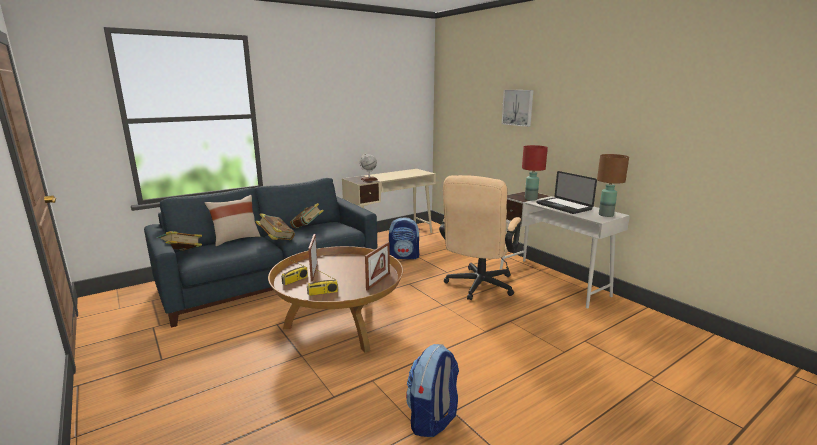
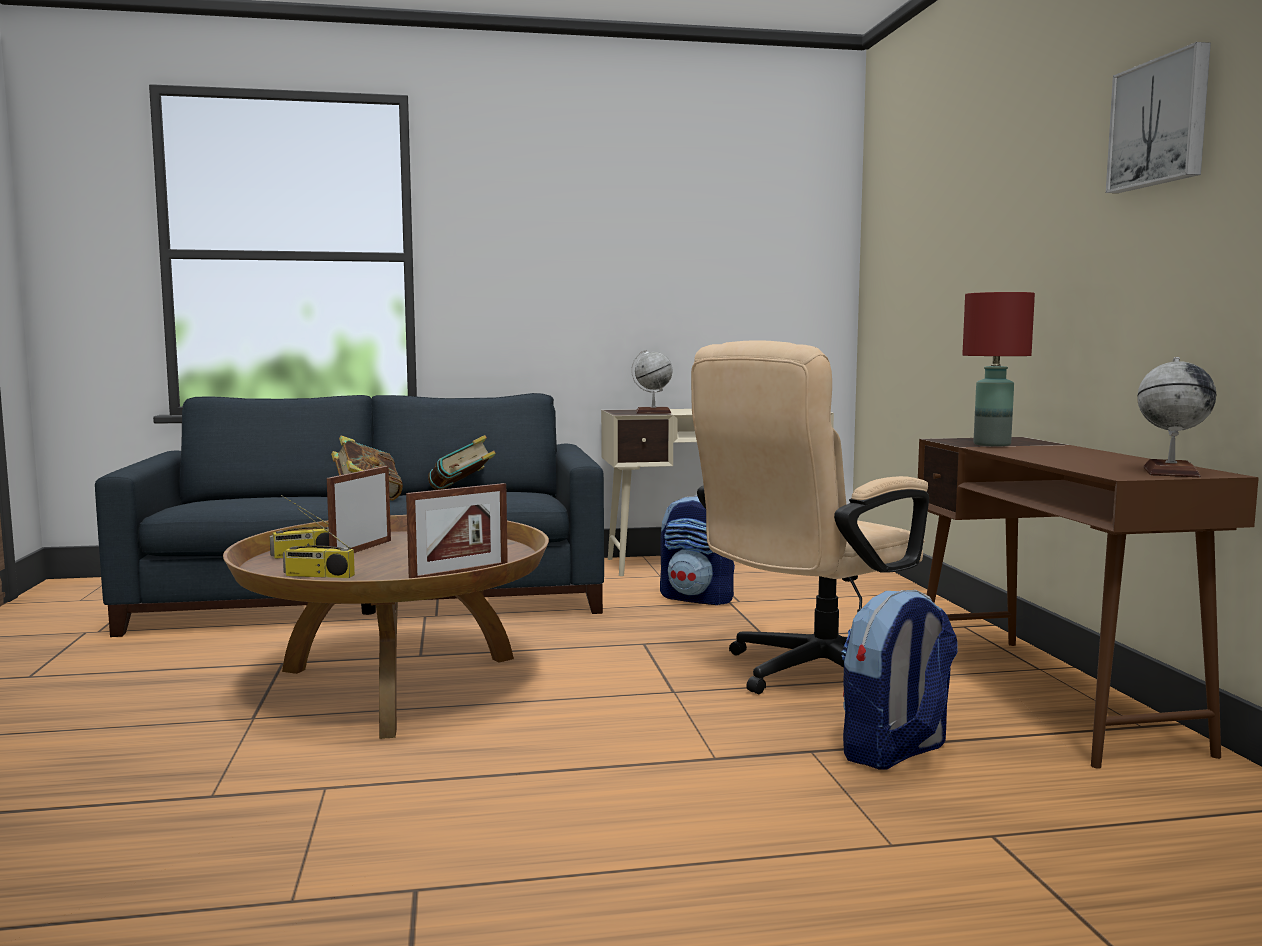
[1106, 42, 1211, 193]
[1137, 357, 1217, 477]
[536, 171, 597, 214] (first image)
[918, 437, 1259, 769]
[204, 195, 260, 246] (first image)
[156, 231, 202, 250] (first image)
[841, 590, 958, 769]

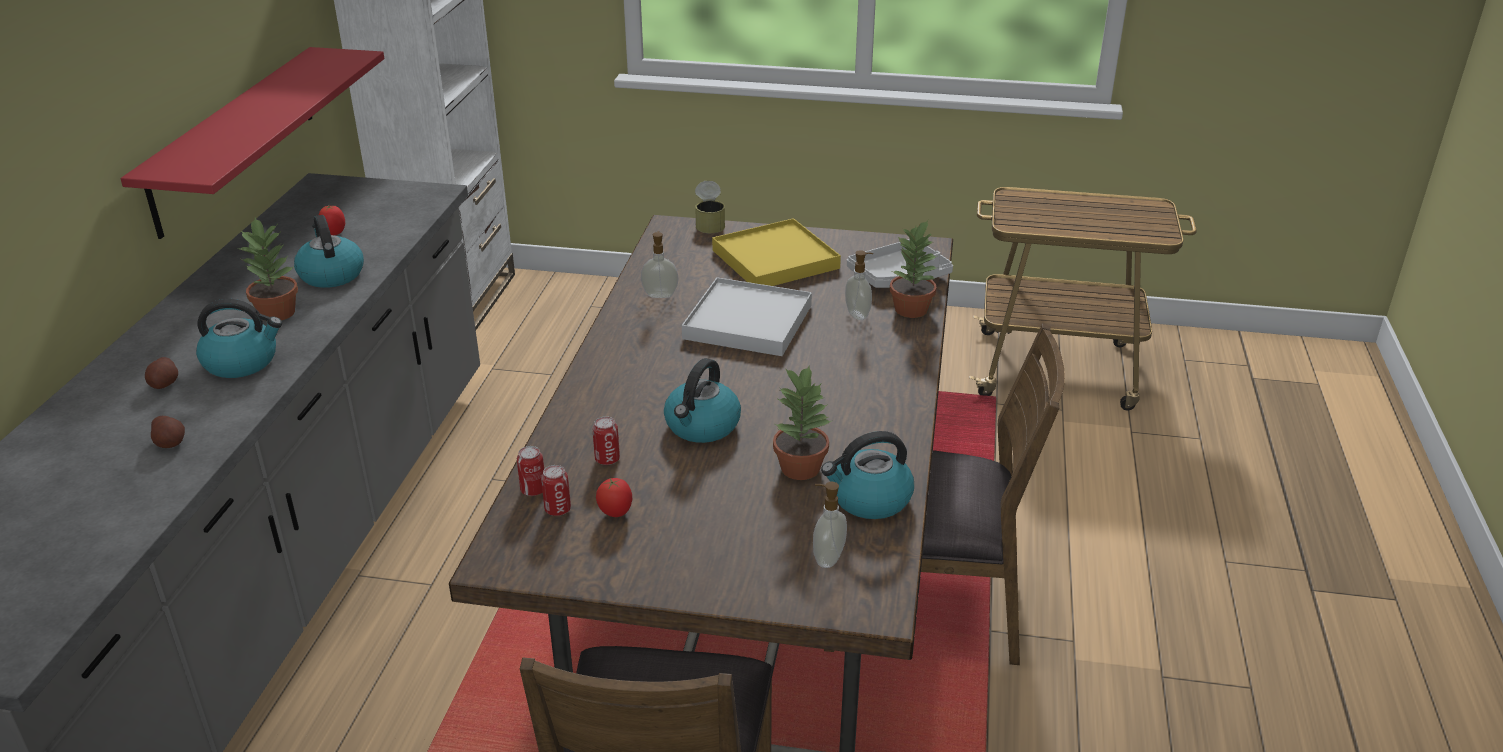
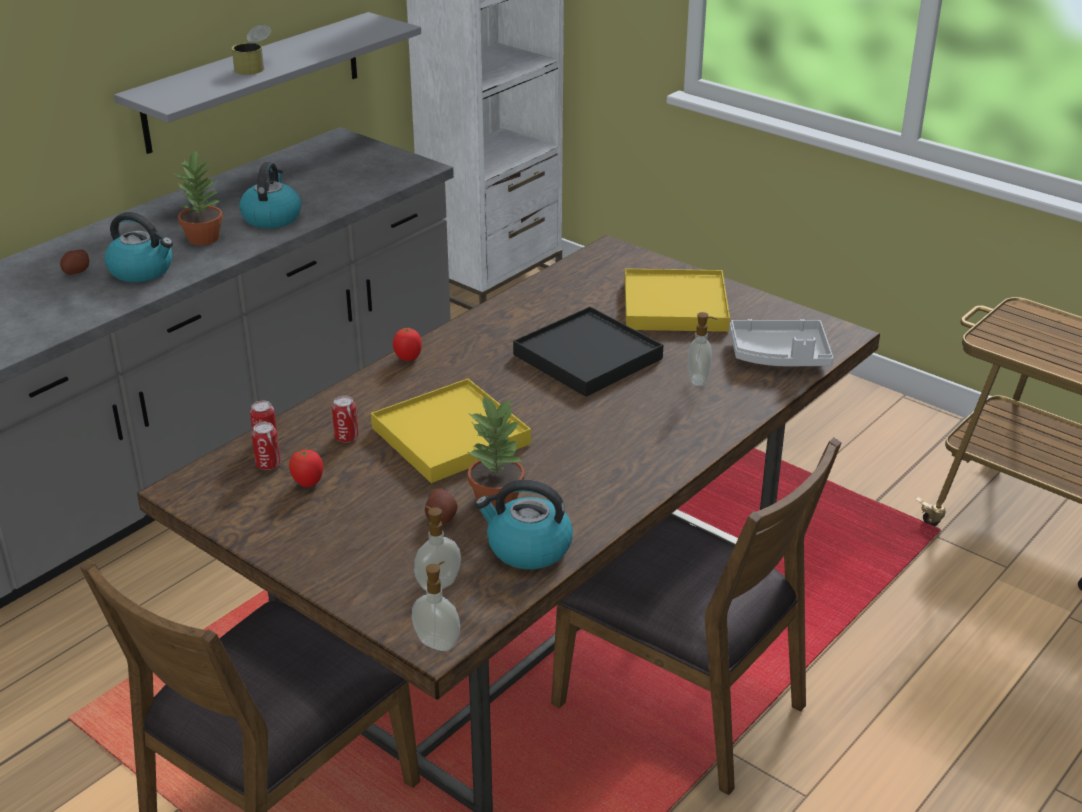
[114, 12, 421, 154]
[231, 24, 271, 75]
[393, 327, 422, 361]
[890, 220, 937, 318] (first image)
[412, 561, 460, 651]
[513, 307, 663, 397]
[371, 378, 531, 483]
[425, 488, 458, 524]

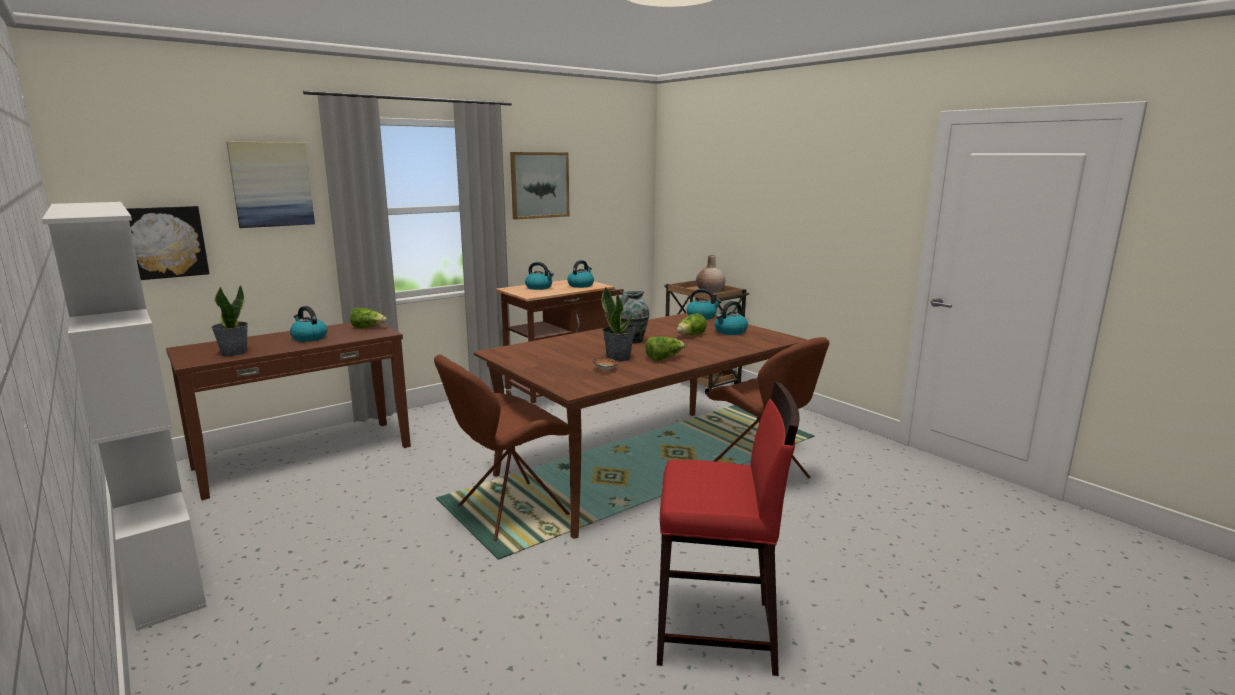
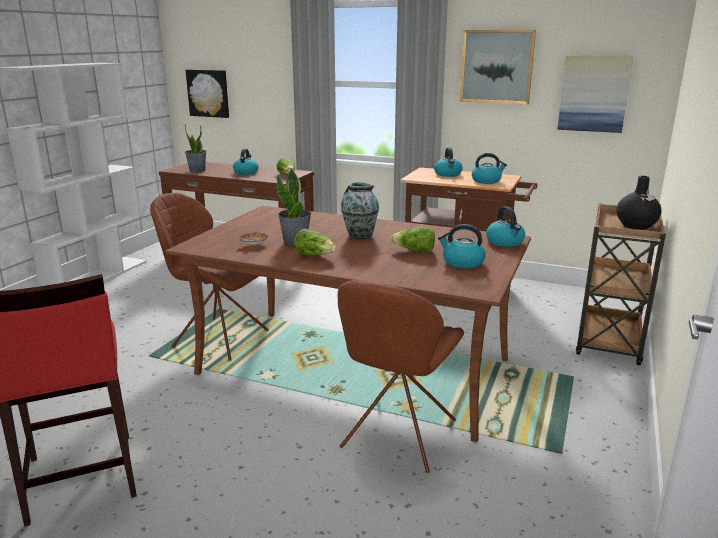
[557, 55, 634, 133]
[616, 176, 662, 230]

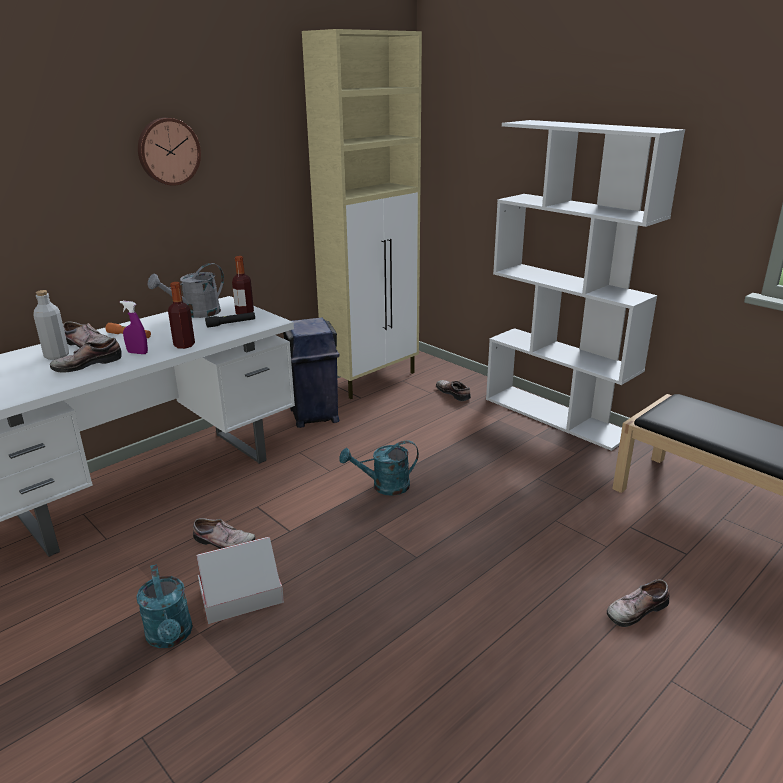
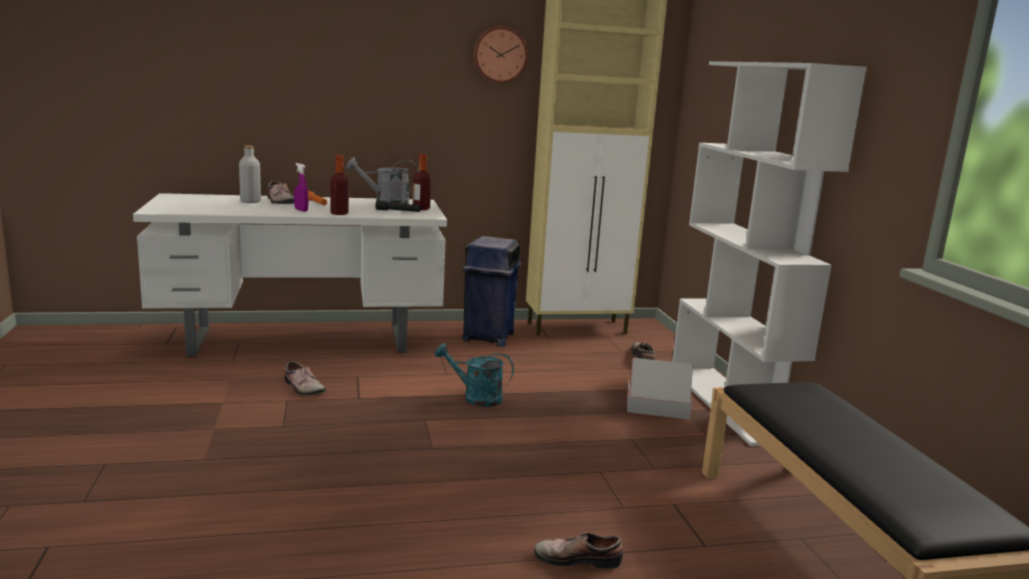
[474, 27, 528, 83]
[50, 338, 122, 373] (first image)
[627, 357, 693, 420]
[136, 564, 193, 648] (first image)

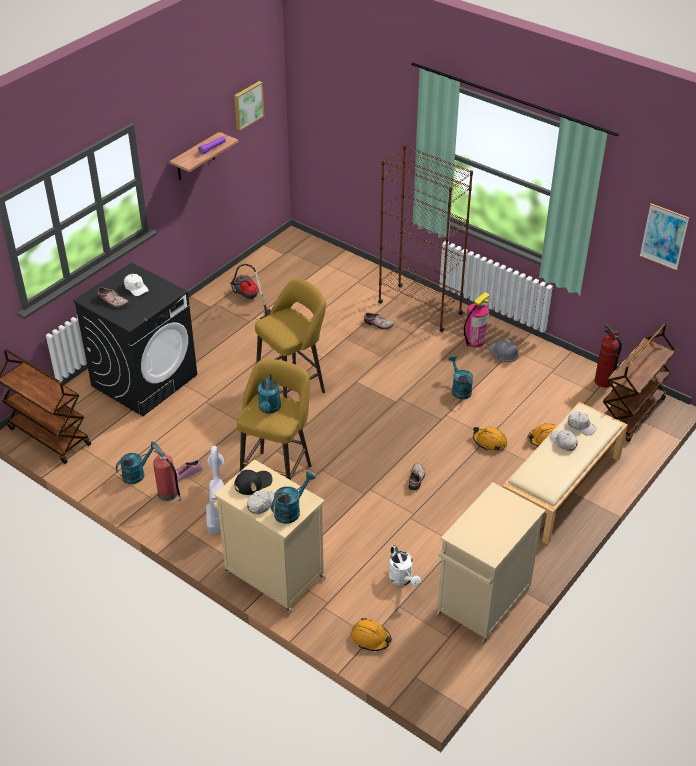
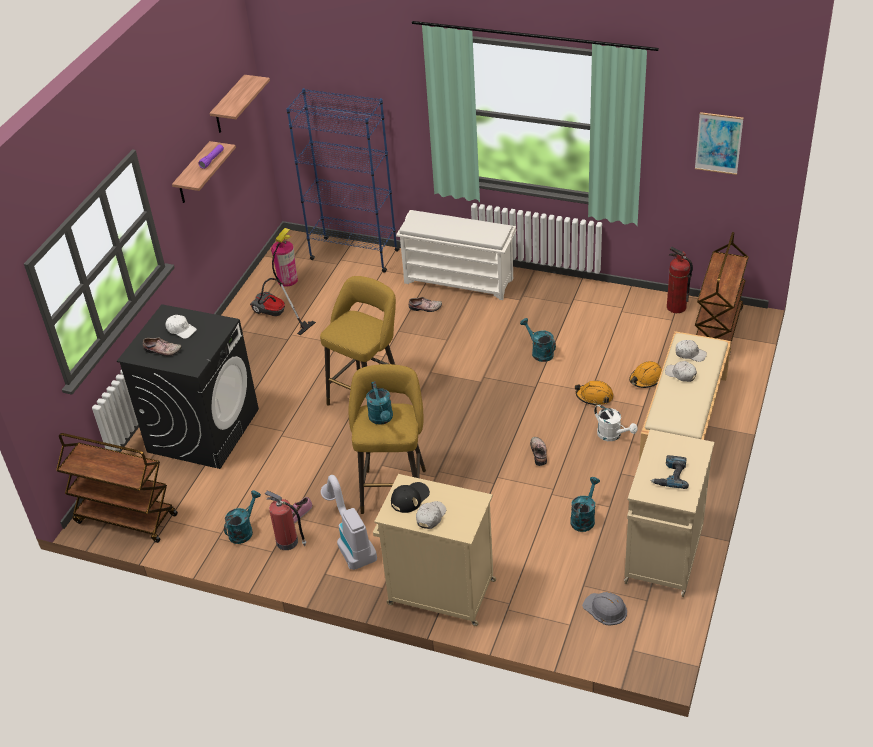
[210, 75, 270, 133]
[396, 210, 516, 300]
[271, 228, 298, 287]
[582, 592, 627, 625]
[570, 477, 600, 532]
[594, 404, 638, 441]
[351, 618, 392, 651] (first image)
[286, 88, 400, 273]
[650, 455, 689, 489]

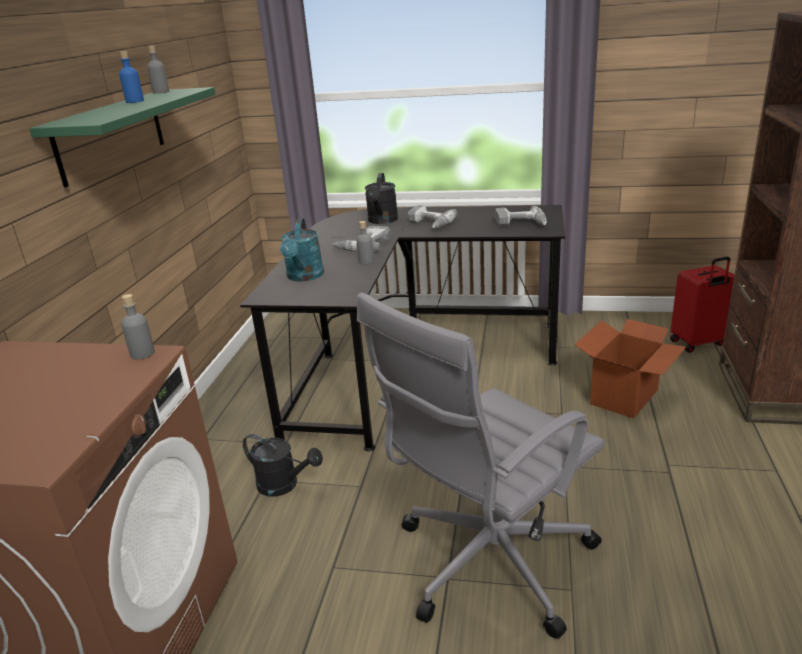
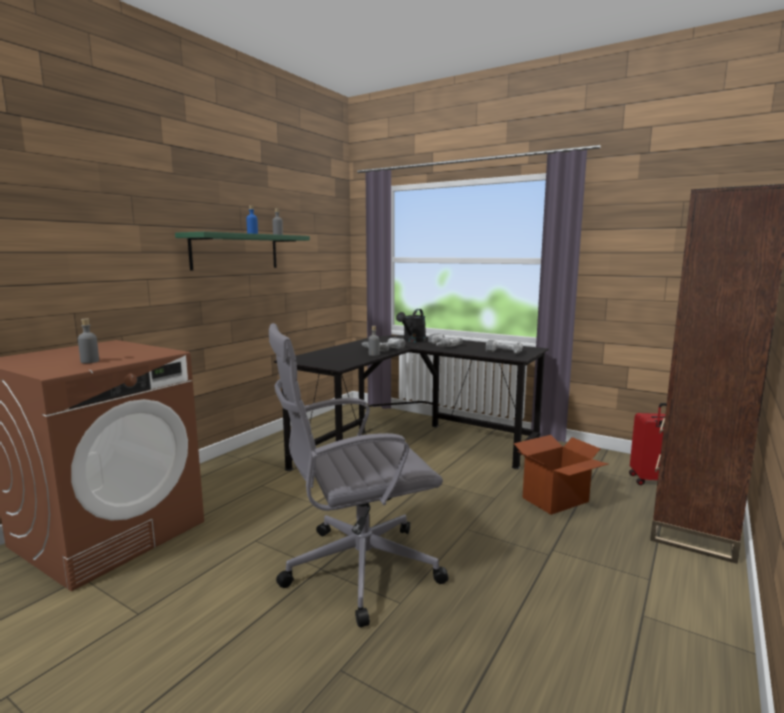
[280, 218, 324, 282] (first image)
[78, 319, 99, 363]
[243, 434, 323, 497] (first image)

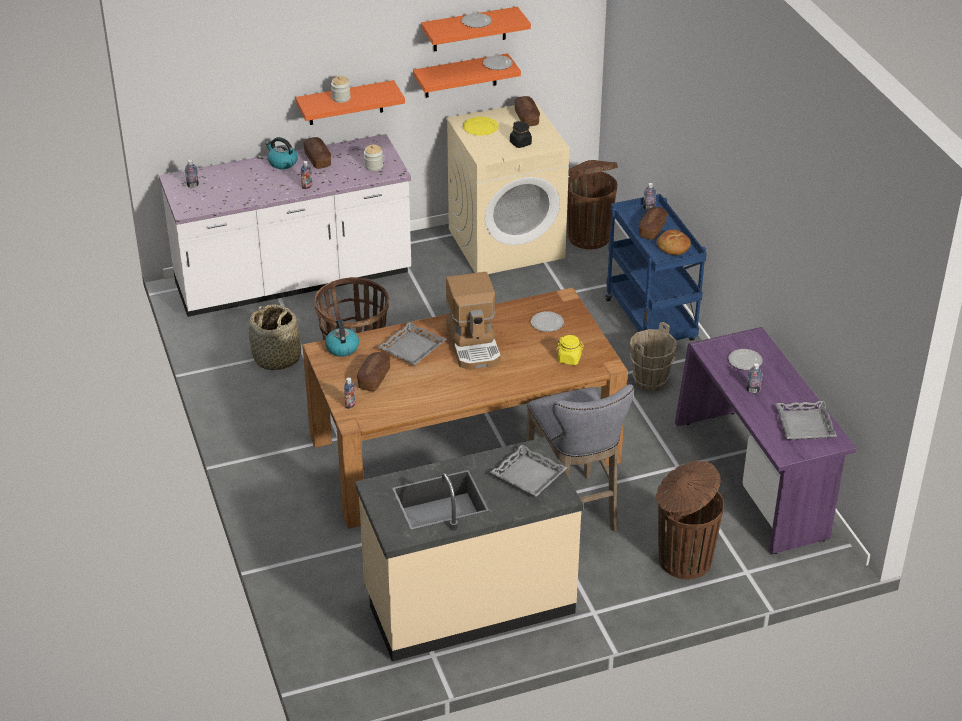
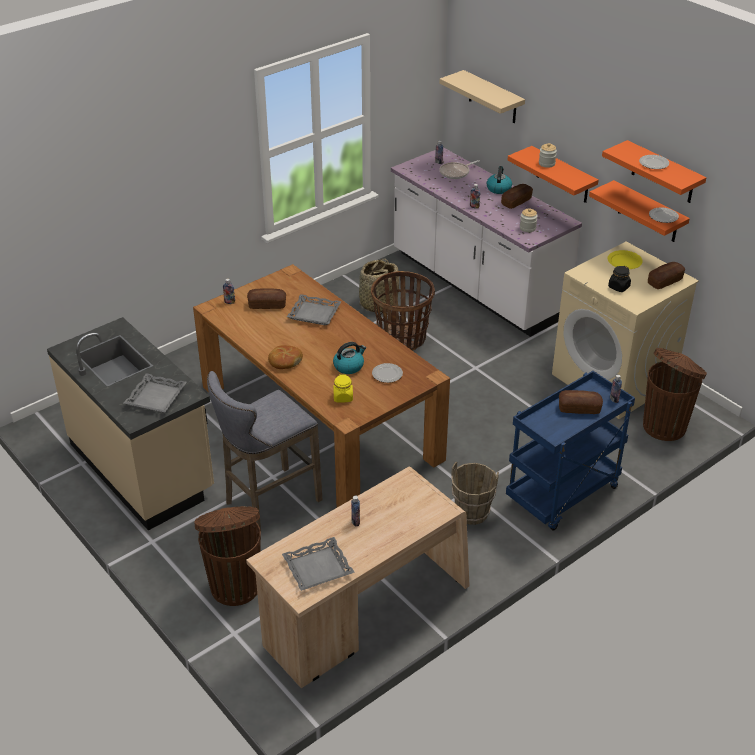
[268, 345, 303, 369]
[446, 272, 501, 370] (first image)
[333, 342, 366, 374]
[246, 467, 470, 688]
[728, 349, 763, 370] (first image)
[439, 70, 525, 123]
[440, 160, 480, 179]

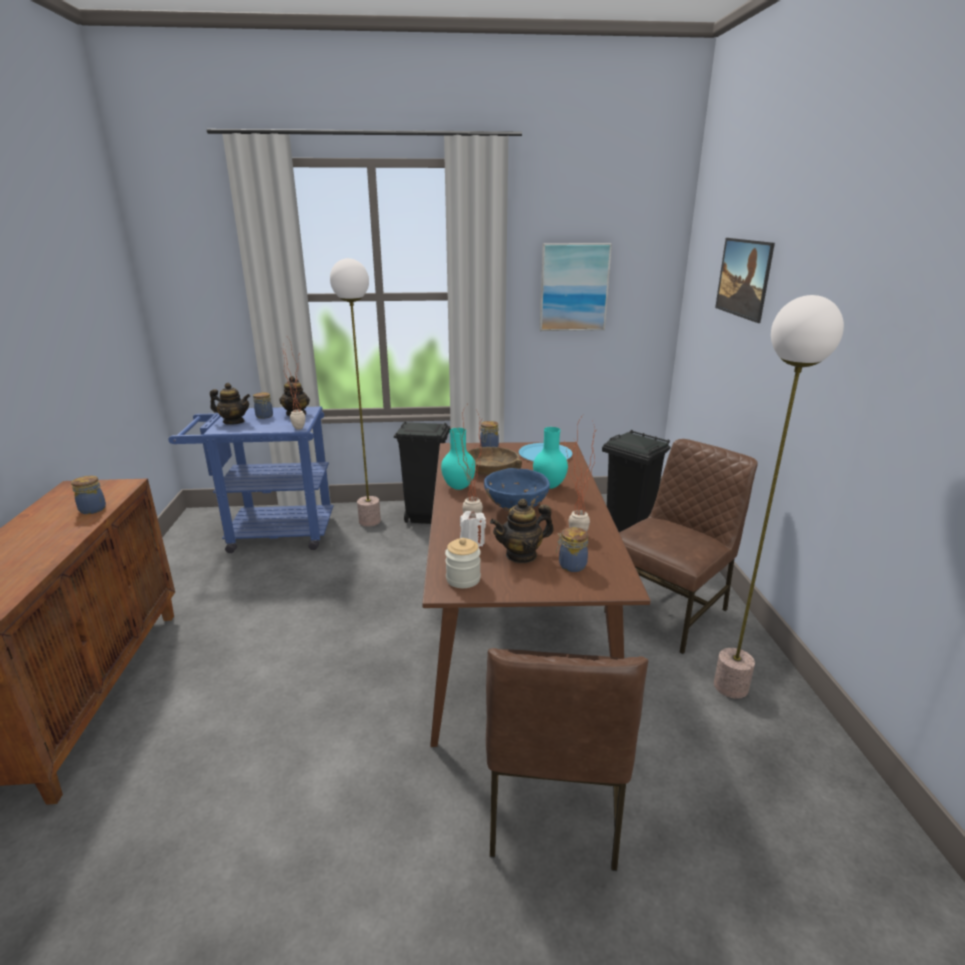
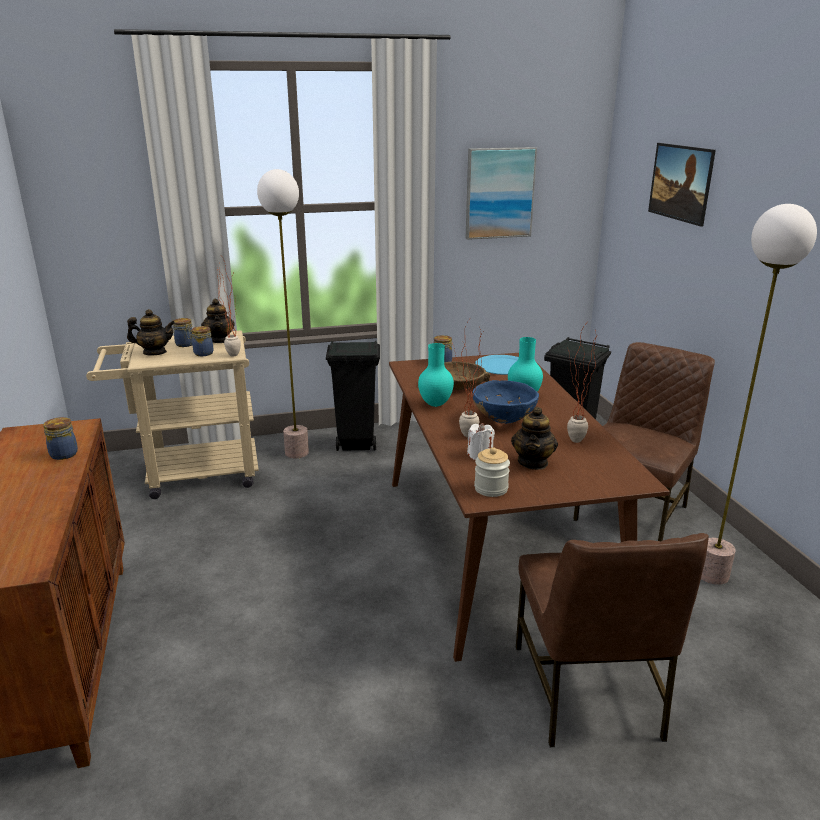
[86, 330, 259, 499]
[511, 407, 558, 470]
[189, 326, 214, 356]

